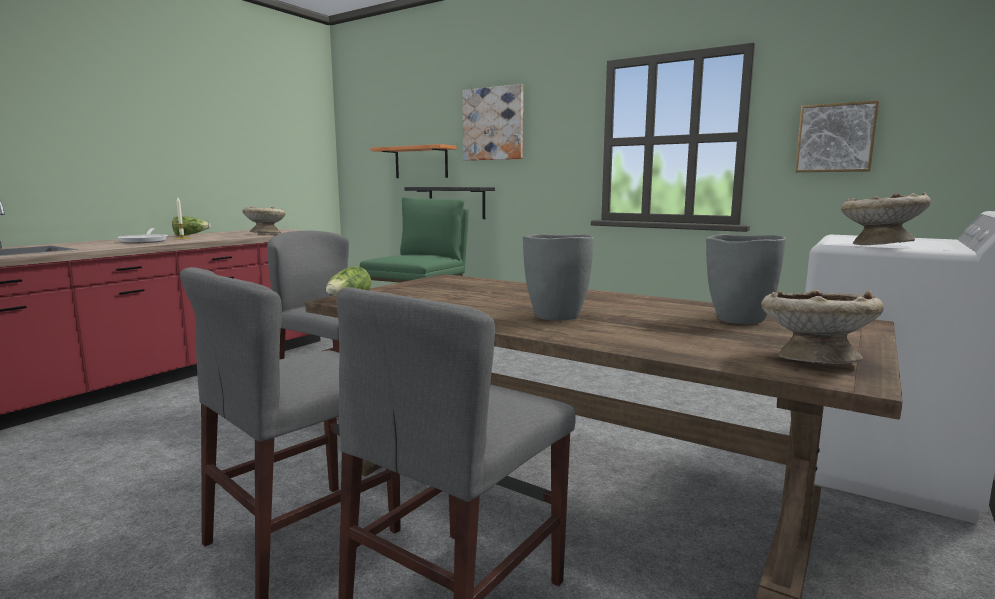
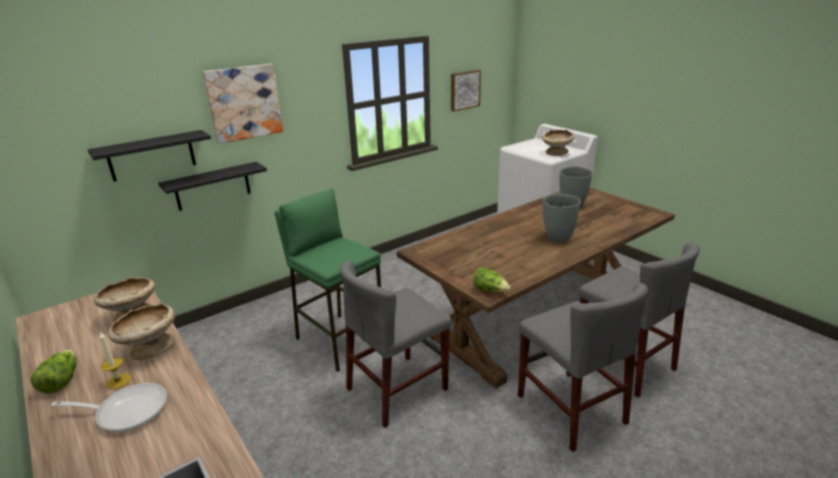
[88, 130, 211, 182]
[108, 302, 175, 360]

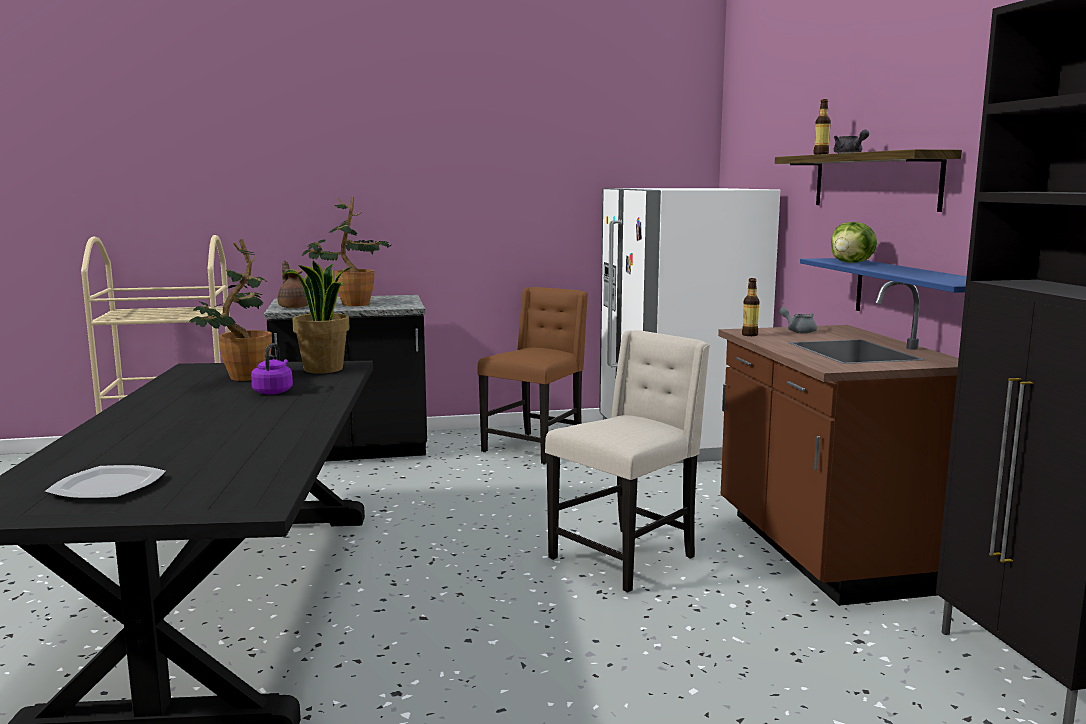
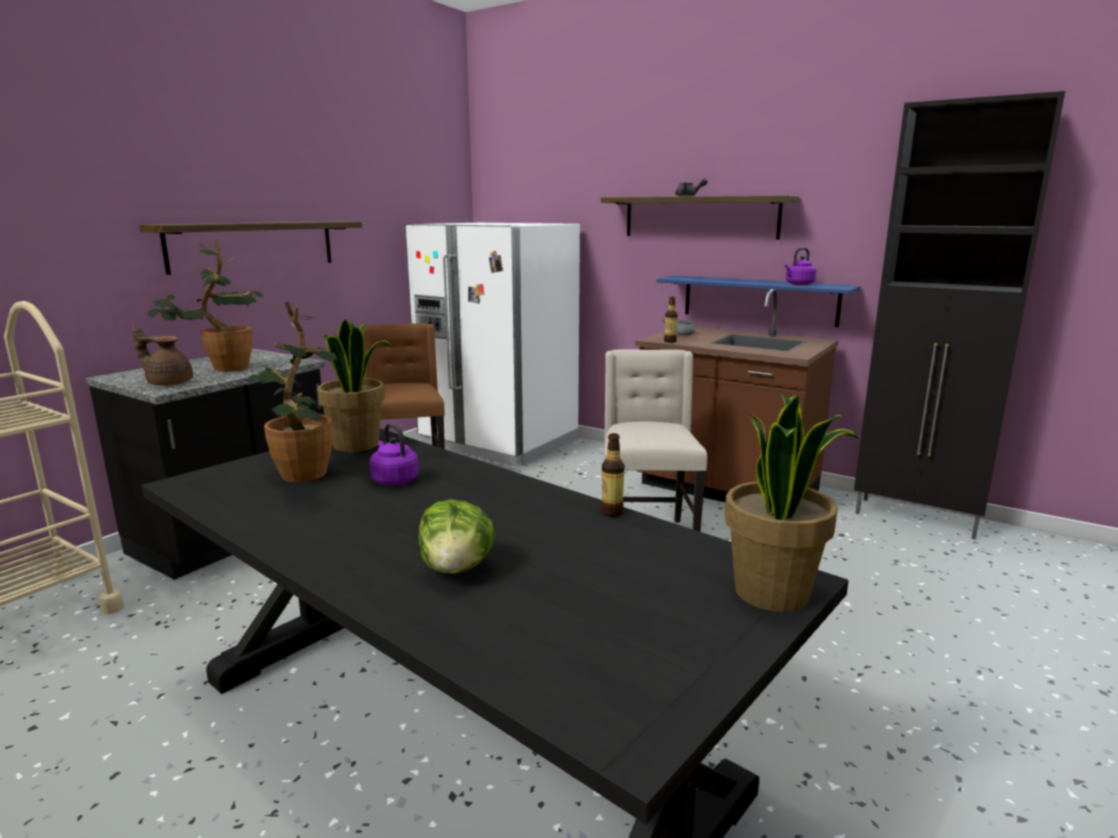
[601, 433, 625, 517]
[418, 499, 495, 574]
[45, 465, 166, 499] (first image)
[139, 221, 362, 275]
[785, 248, 817, 285]
[725, 394, 860, 612]

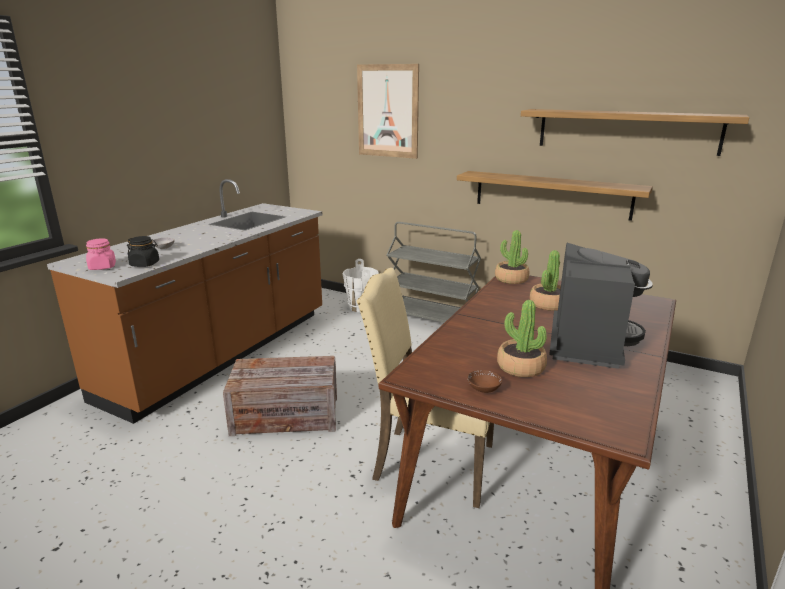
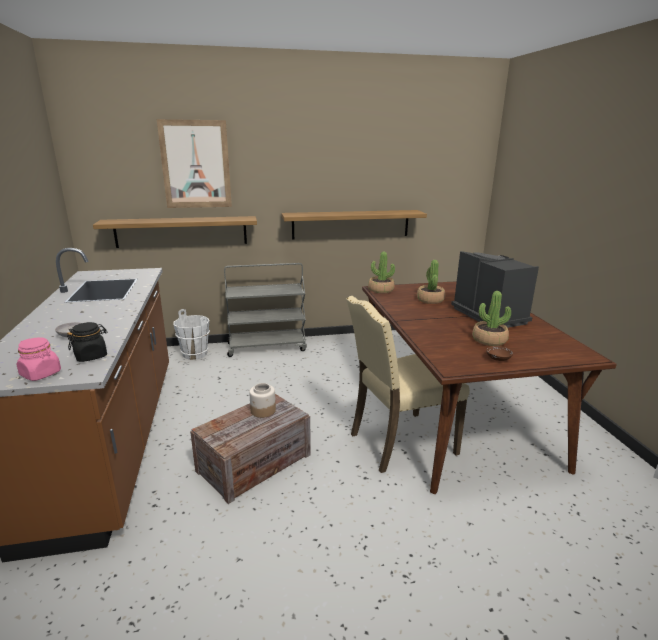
[93, 216, 257, 248]
[249, 383, 276, 418]

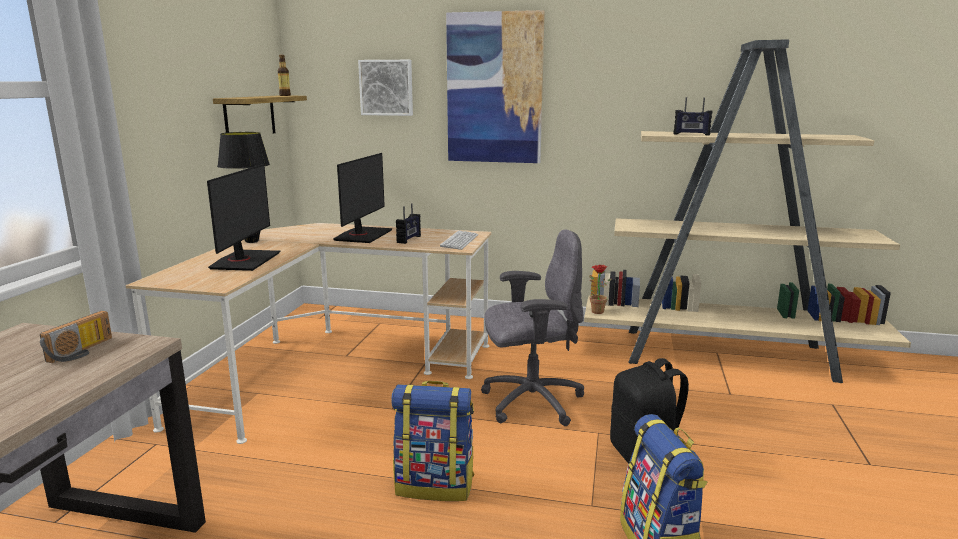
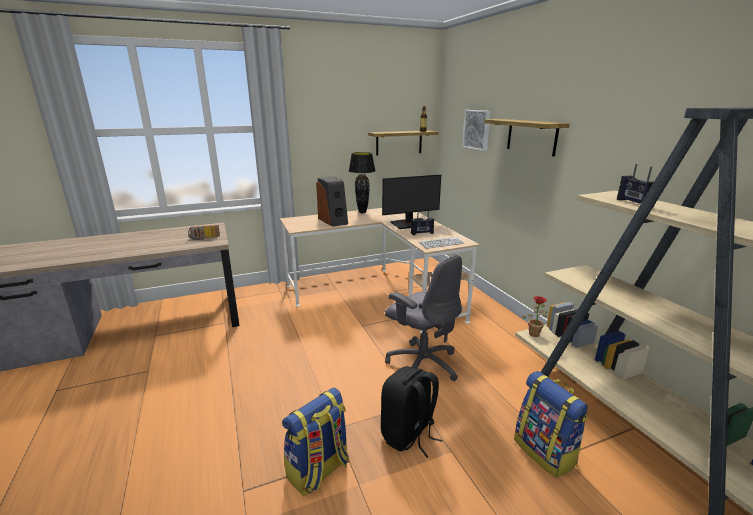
[484, 119, 570, 156]
[316, 176, 348, 227]
[514, 371, 588, 478]

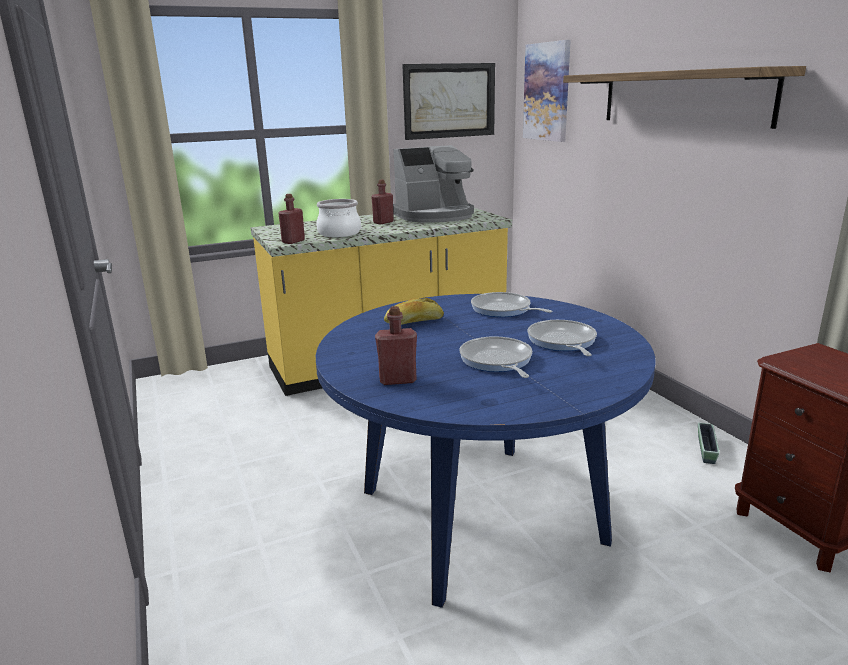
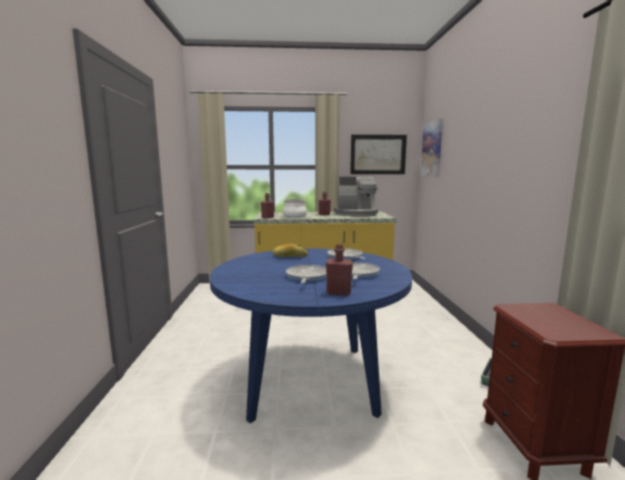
[563, 66, 806, 129] (first image)
[326, 244, 353, 296]

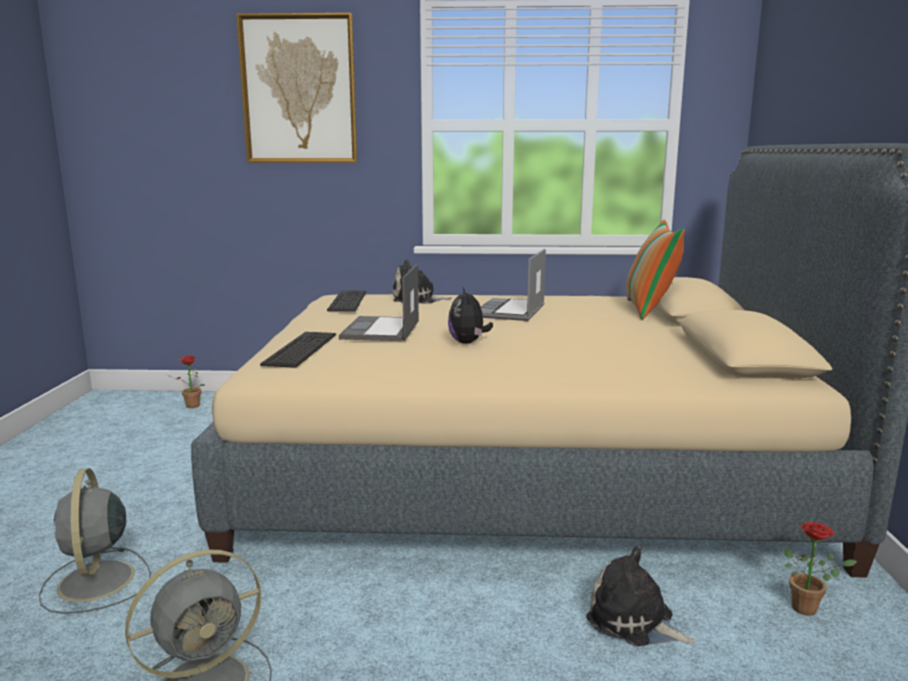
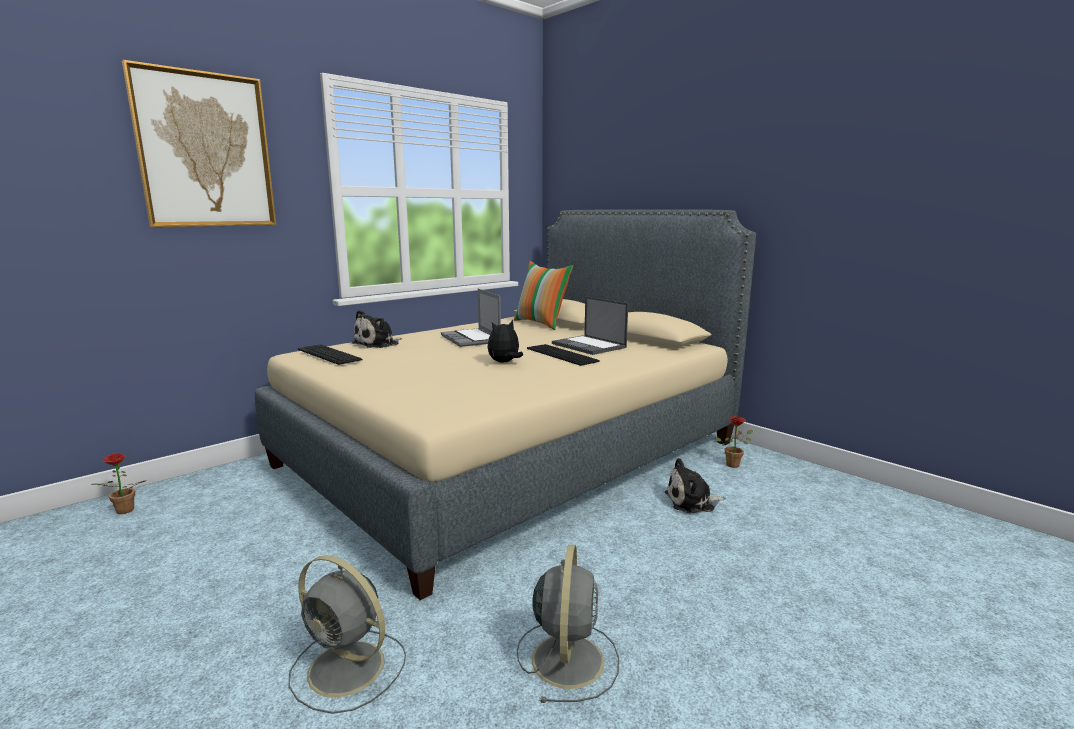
[552, 296, 628, 355]
[487, 320, 523, 362]
[527, 344, 600, 366]

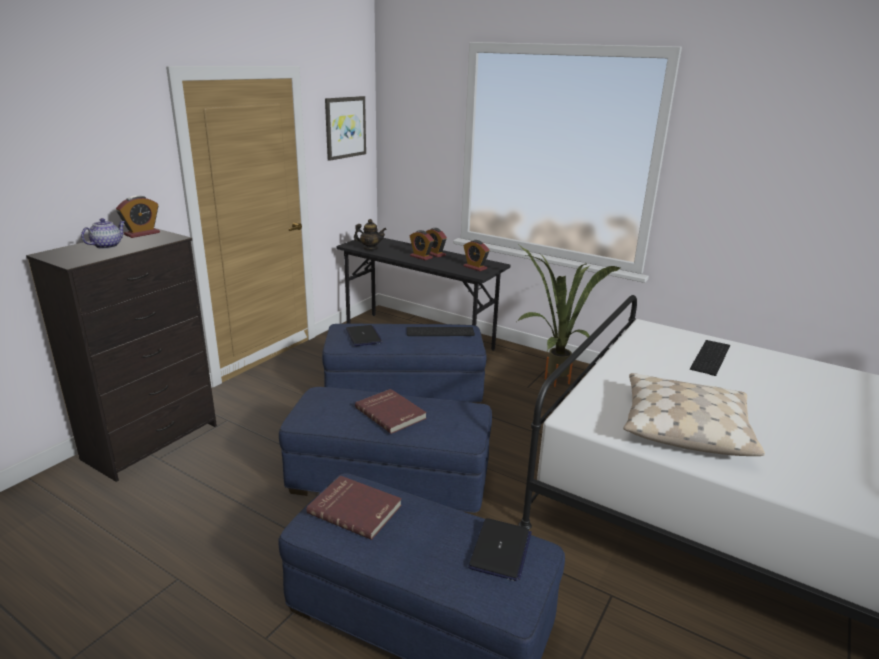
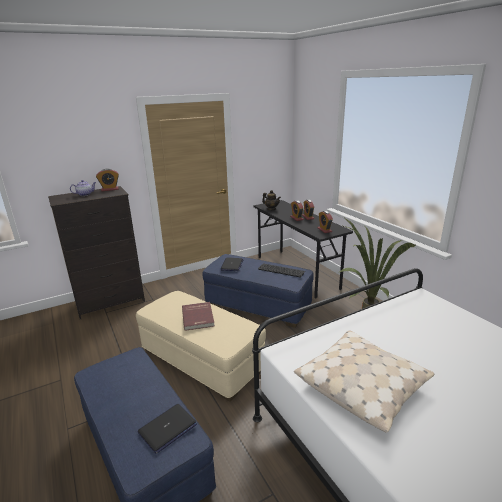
[325, 96, 366, 161] (first image)
[690, 340, 730, 376] (first image)
[136, 291, 266, 402]
[306, 475, 402, 540] (first image)

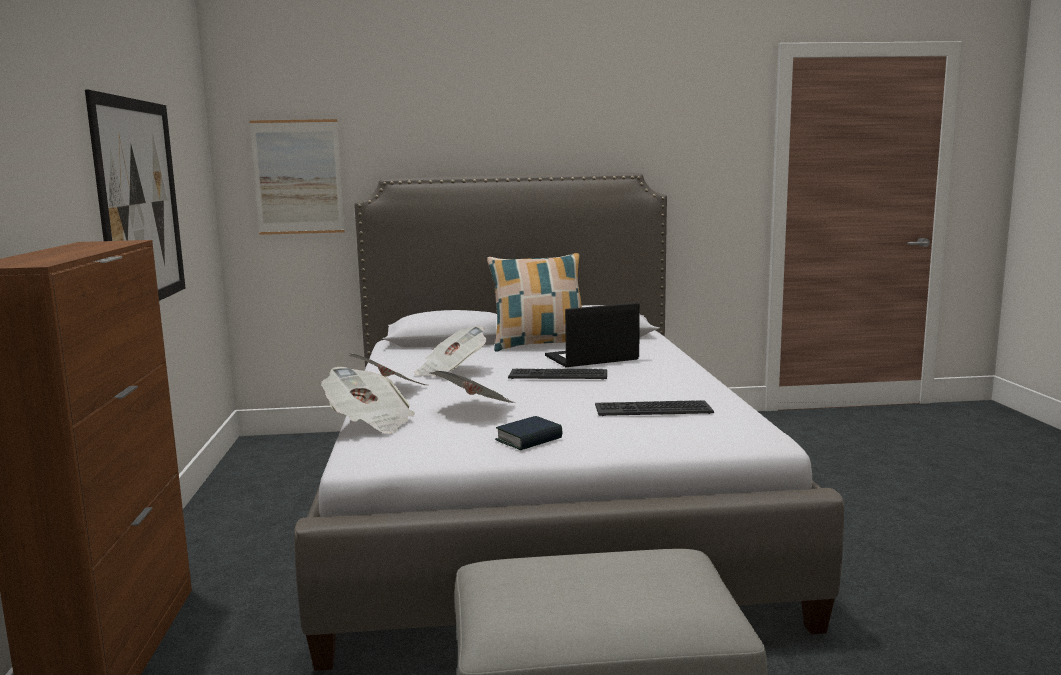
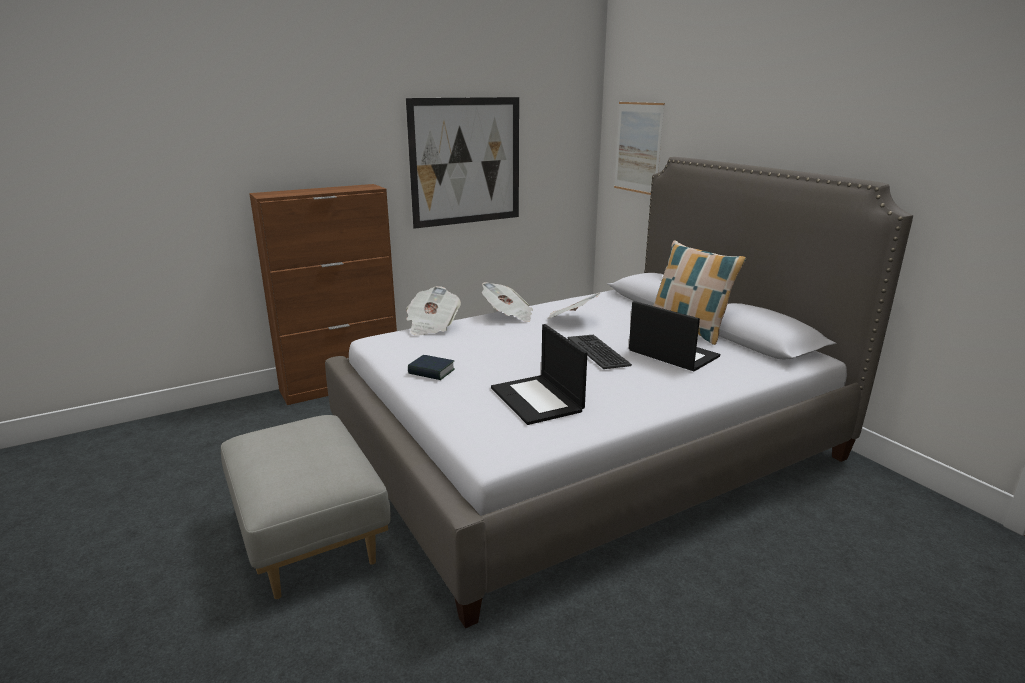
[430, 371, 514, 403] (first image)
[491, 324, 587, 425]

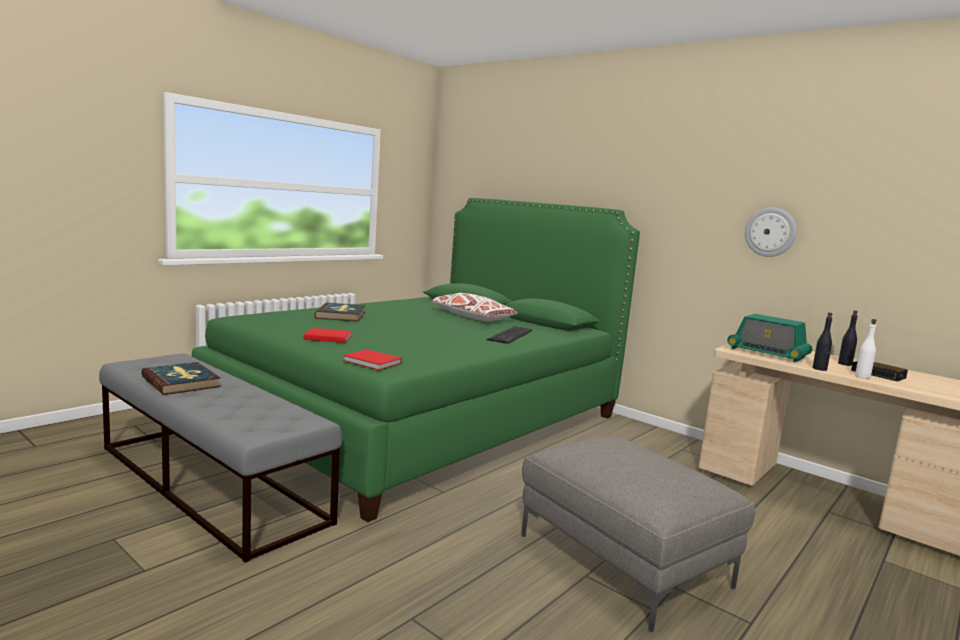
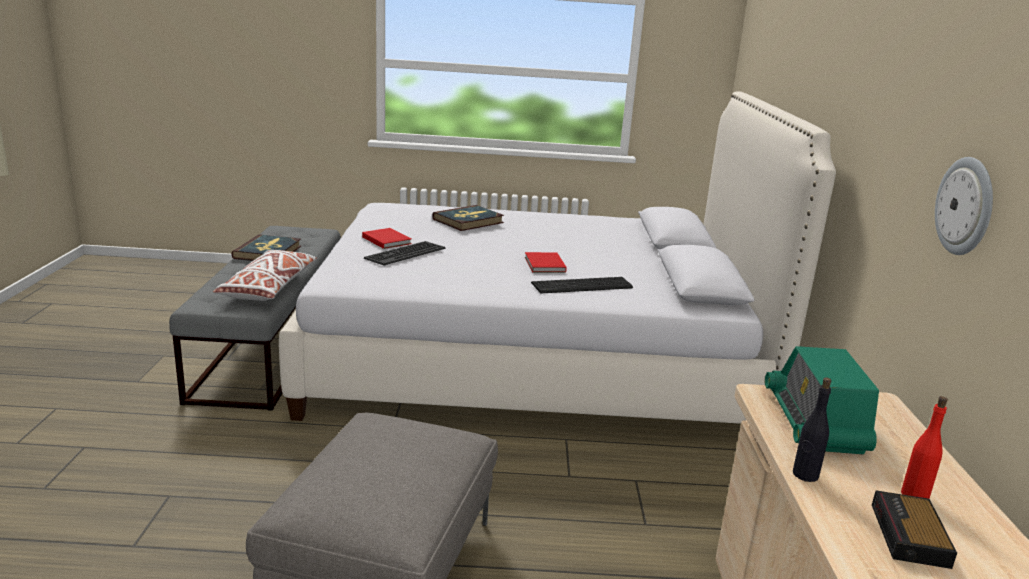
[279, 91, 836, 424]
[213, 250, 317, 301]
[901, 396, 948, 499]
[855, 319, 876, 379] (first image)
[525, 252, 567, 273]
[364, 241, 445, 266]

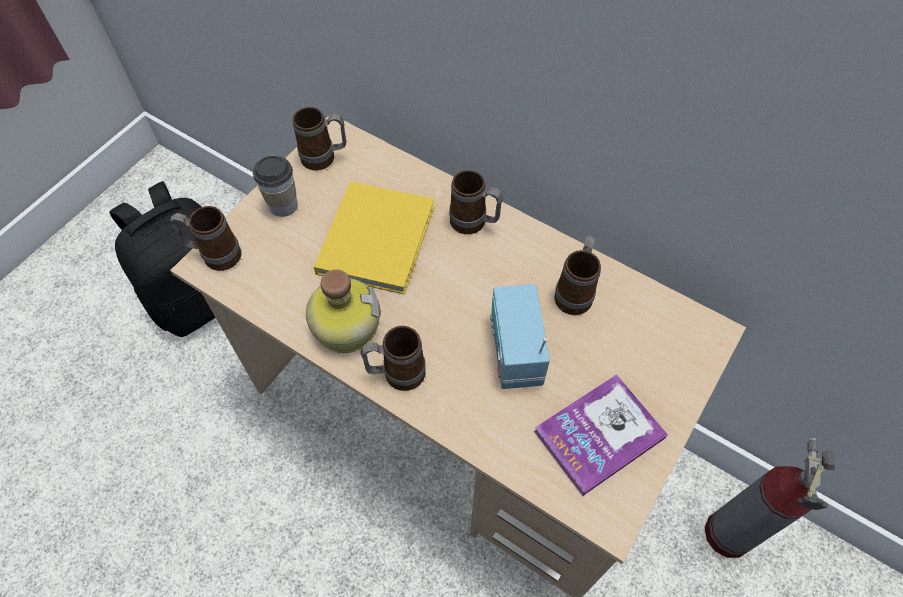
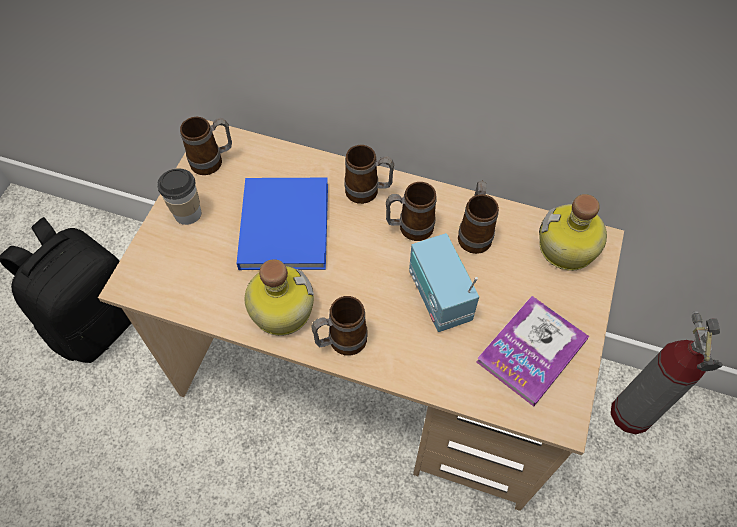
[236, 178, 328, 270]
[386, 182, 437, 241]
[539, 194, 607, 271]

